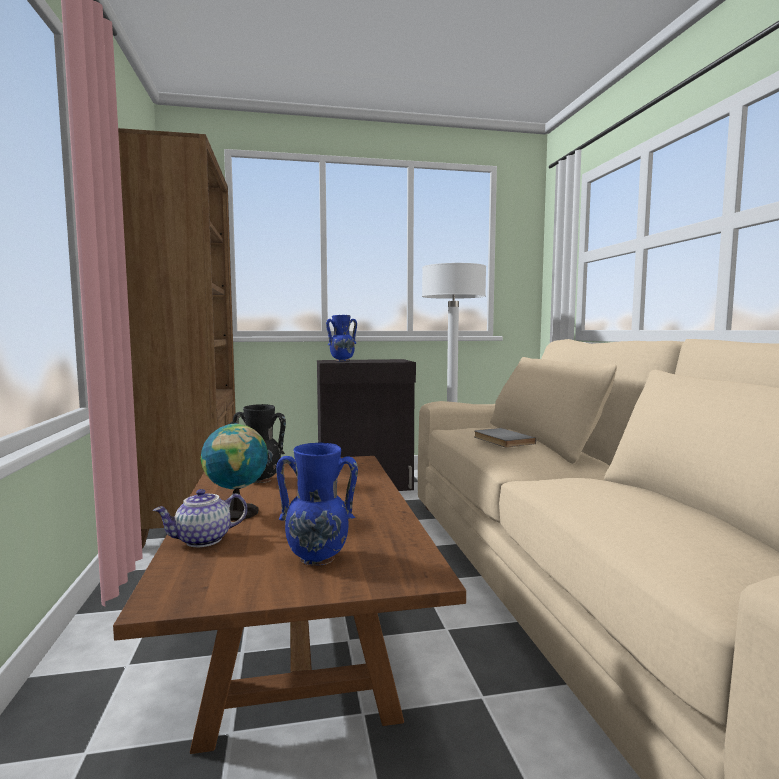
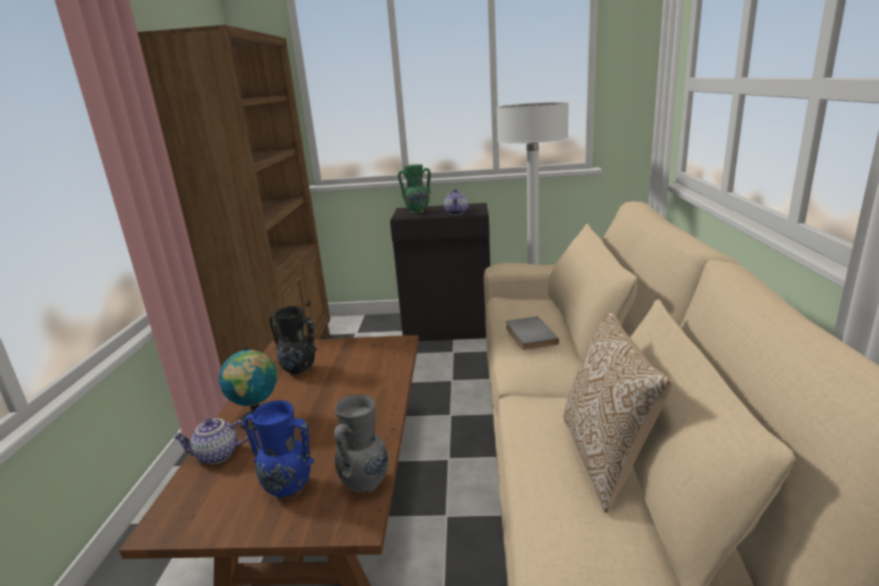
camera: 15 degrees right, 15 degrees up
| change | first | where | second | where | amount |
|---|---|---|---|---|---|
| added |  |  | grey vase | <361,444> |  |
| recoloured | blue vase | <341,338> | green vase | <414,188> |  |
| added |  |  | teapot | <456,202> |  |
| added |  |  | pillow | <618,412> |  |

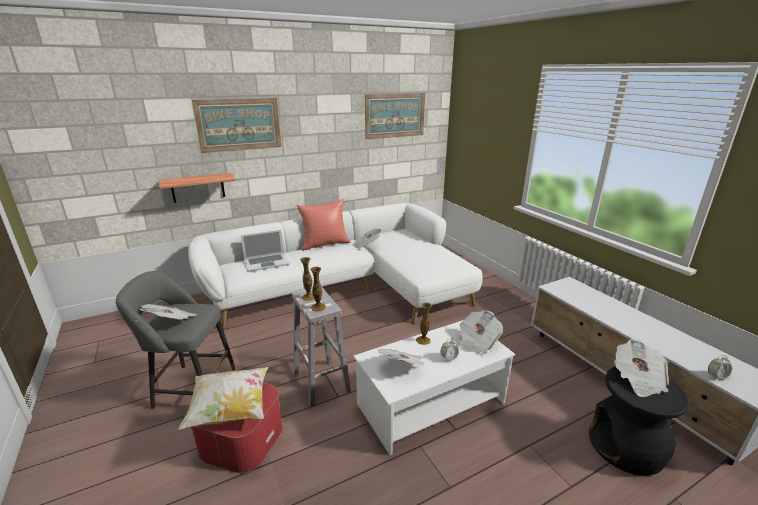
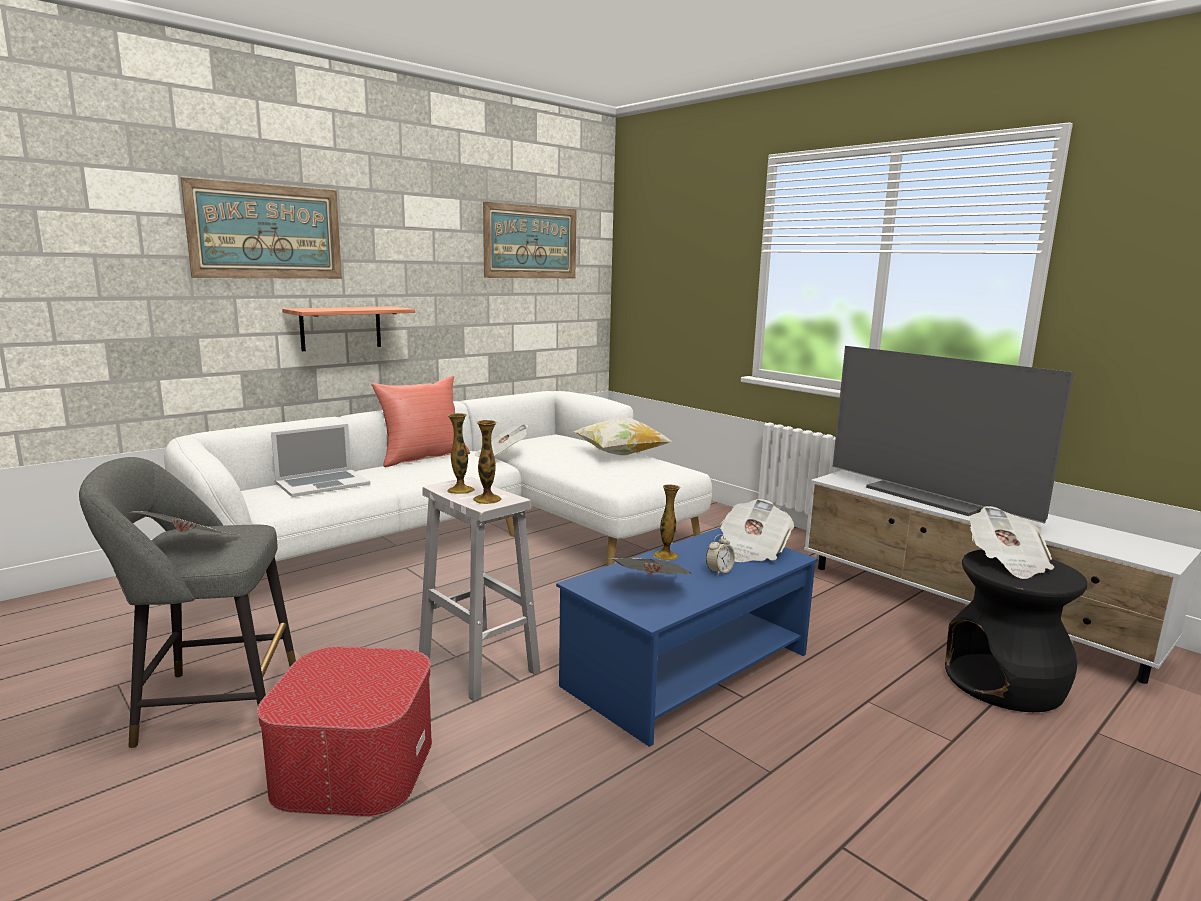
camera: 15 degrees left, 10 degrees down
| change | first | where | second | where | amount |
|---|---|---|---|---|---|
| moved | shelf | <197,188> |  | <348,328> |  |
| recoloured | white coffee table | <434,387> | blue coffee table | <687,637> |  |
| moved | pillow | <223,398> |  | <623,436> |  |
| added |  |  | television | <953,434> |  |
| removed | alarm clock | <720,367> |  |  |  |

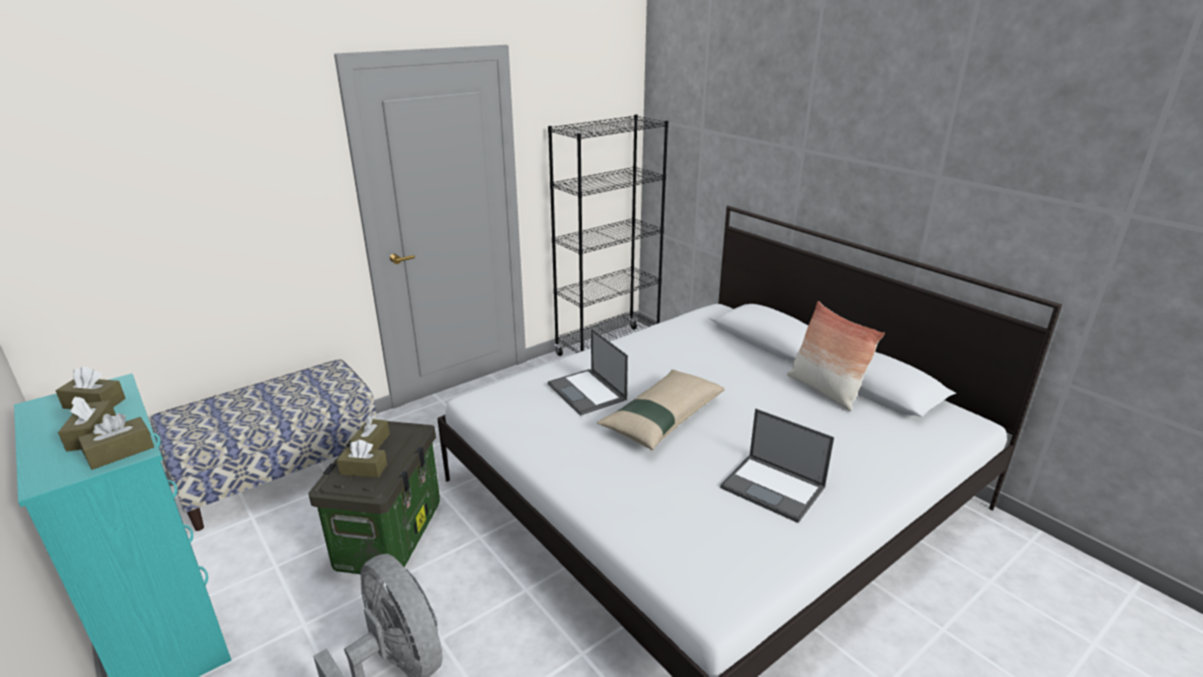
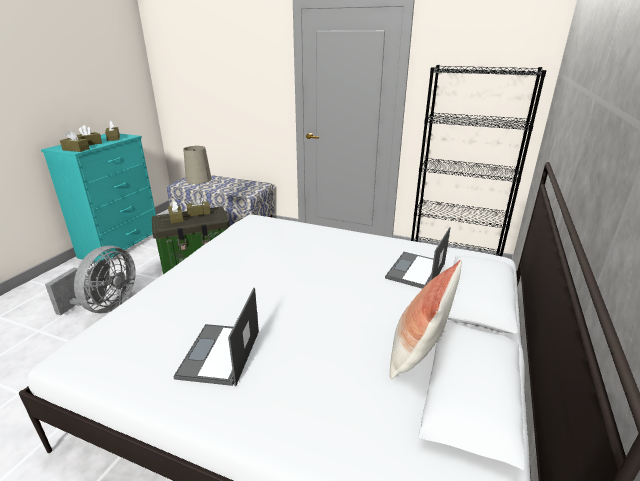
camera: 60 degrees right, 0 degrees up
| change | first | where | second | where | amount |
|---|---|---|---|---|---|
| added |  |  | beige table lamp | <197,179> |  |
| moved | laptop | <588,372> |  | <418,258> |  |
| removed | beige pillow | <661,410> |  |  |  |

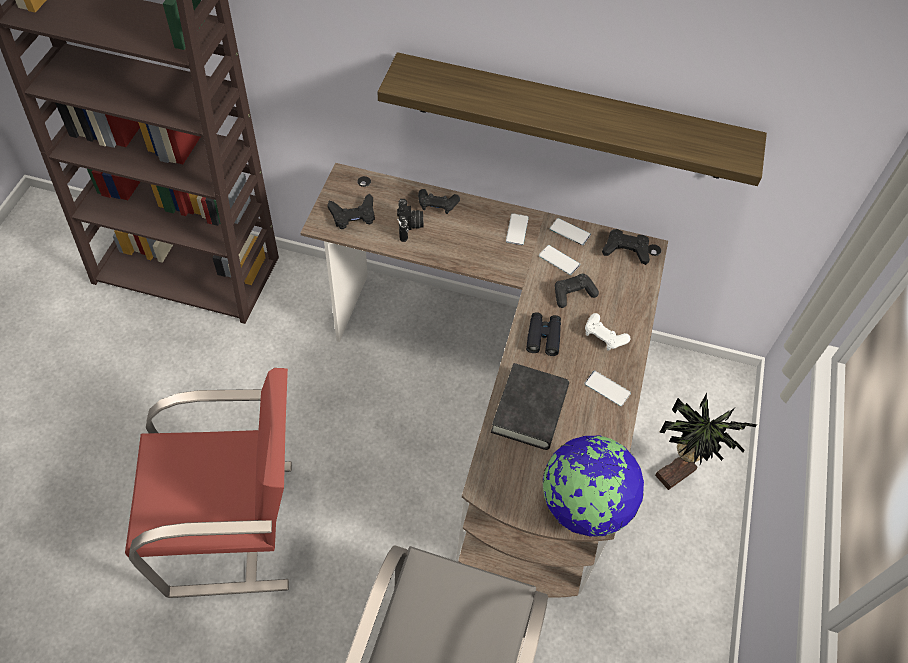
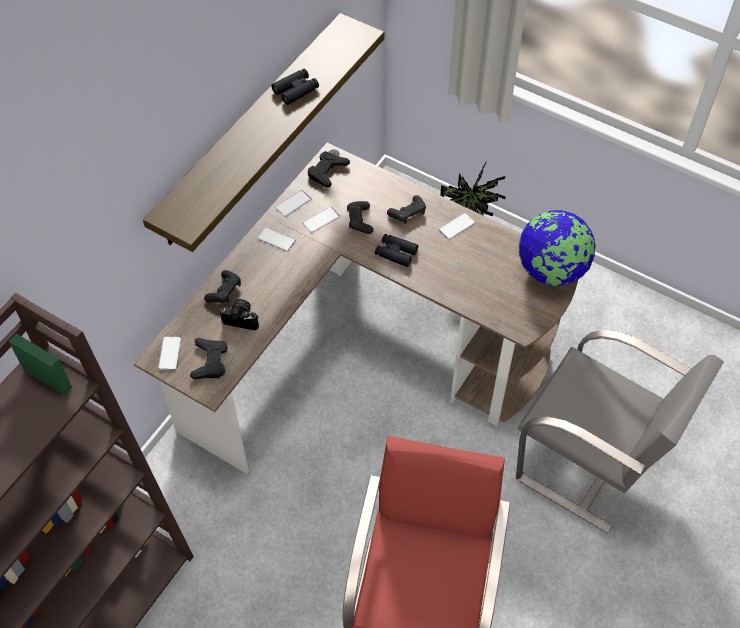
camera: 70 degrees left, 0 degrees up
| change | first | where | second | where | amount |
|---|---|---|---|---|---|
| added |  |  | phone | <169,353> |  |
| added |  |  | black binoculars | <295,87> |  |
| recoloured | white game controller | <607,331> | black game controller | <406,209> |  |
| removed | black book | <530,406> |  |  |  |

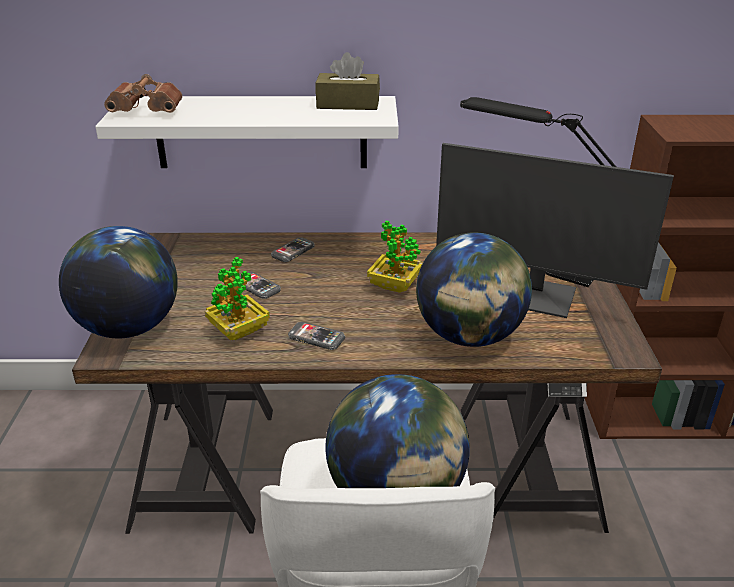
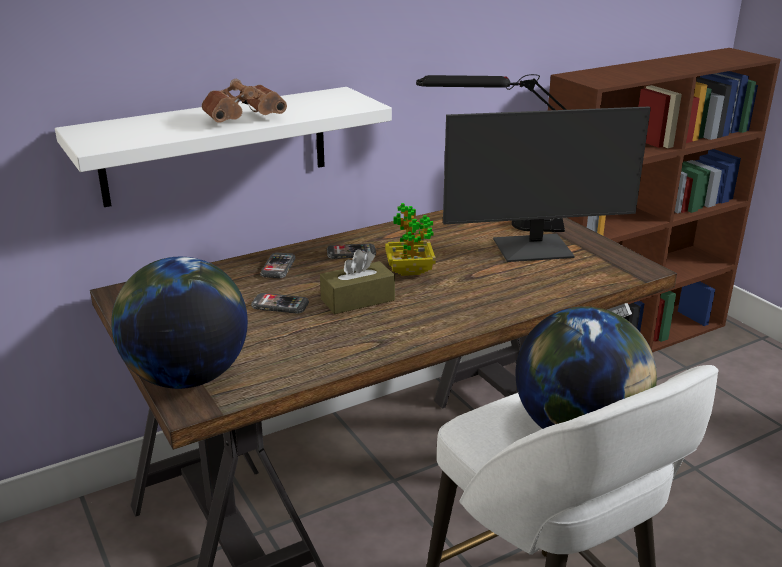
camera: 30 degrees left, 5 degrees down
| change | first | where | second | where | amount |
|---|---|---|---|---|---|
| moved | brown binoculars | <143,93> |  | <244,101> |  |
| moved | brown tissue box | <347,81> |  | <357,281> |  |
| moved | phone | <316,336> |  | <351,251> |  |
| removed | potted plant | <237,298> |  |  |  |
| removed | globe | <474,289> |  |  |  |

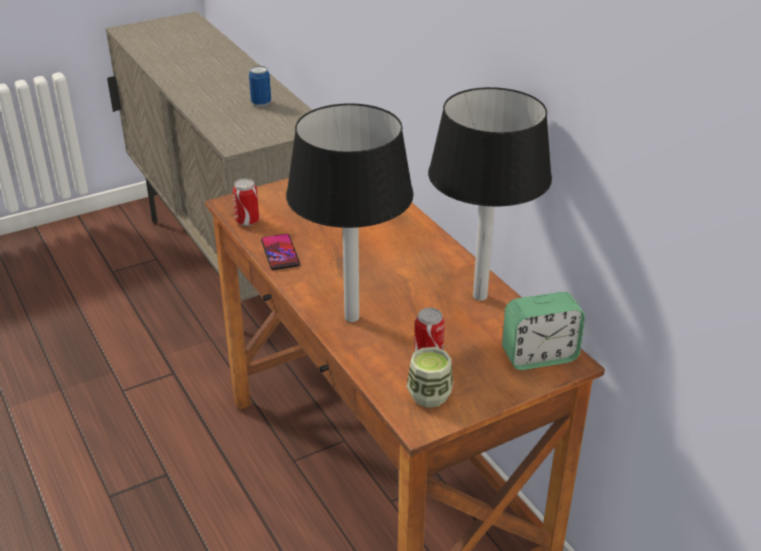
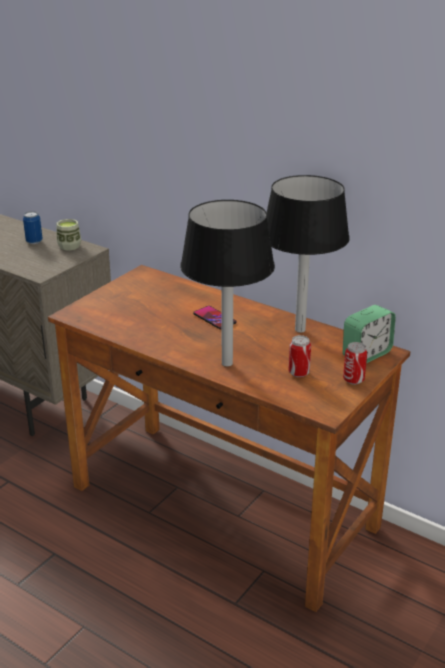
camera: 25 degrees left, 5 degrees down
| change | first | where | second | where | amount |
|---|---|---|---|---|---|
| moved | cup | <430,377> |  | <69,235> |  |
| moved | phone | <280,252> |  | <215,317> |  |
| moved | can | <246,202> |  | <355,363> |  |

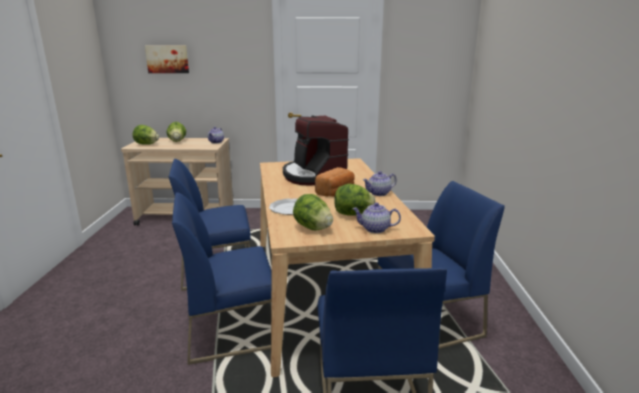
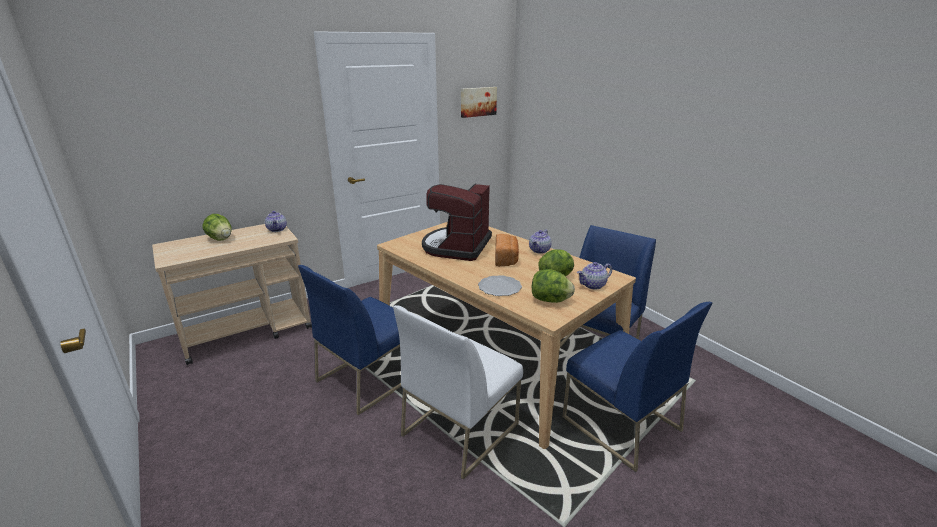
camera: 35 degrees left, 5 degrees up
| change | first | where | second | where | amount |
|---|---|---|---|---|---|
| recoloured | blue chair | <222,278> | white chair | <458,392> |  |
| turned | coffee machine | <316,150> |  | <457,222> | 75 degrees clockwise |
| moved | picture | <167,59> |  | <479,102> |  |
| removed | lettuce | <146,135> |  |  |  |

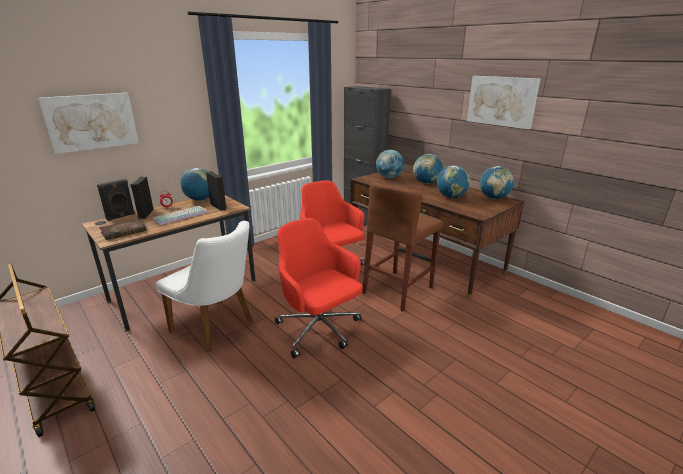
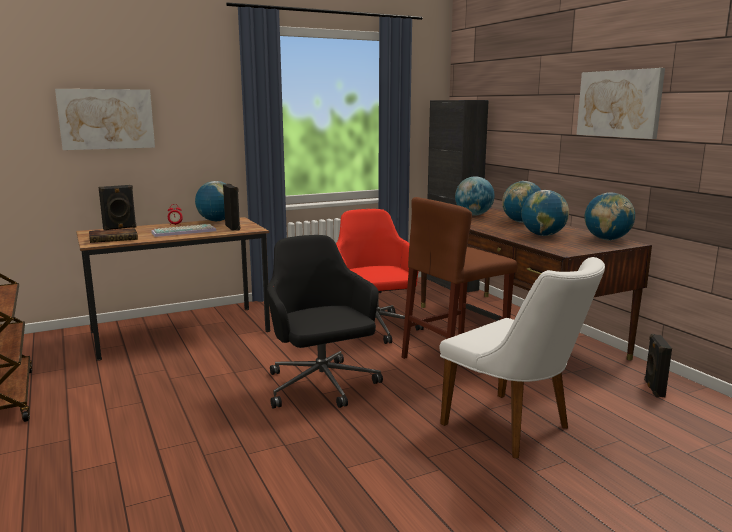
camera: 15 degrees right, 10 degrees down
| change | first | where | second | where | amount |
|---|---|---|---|---|---|
| recoloured | red office chair | <319,288> | black office chair | <325,321> |  |
| moved | white chair | <204,286> |  | <522,357> |  |
| moved | black speaker | <142,198> |  | <658,366> |  |

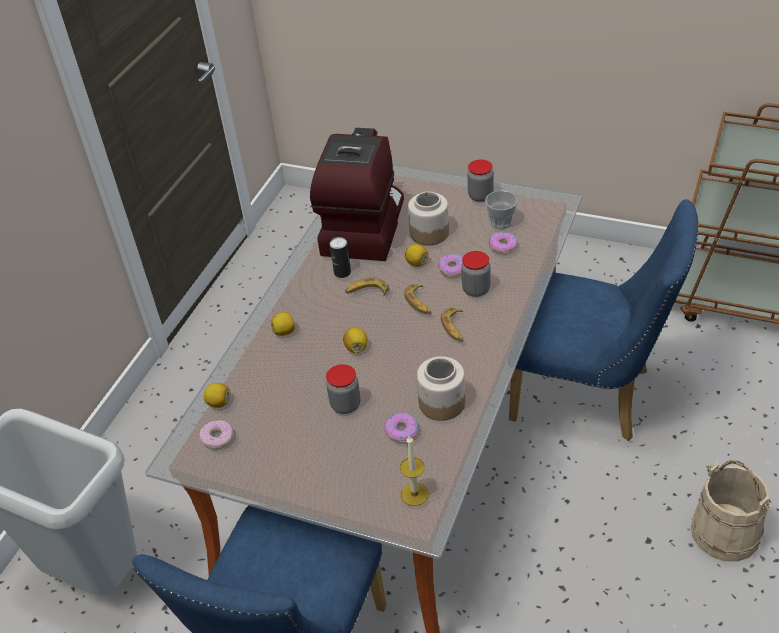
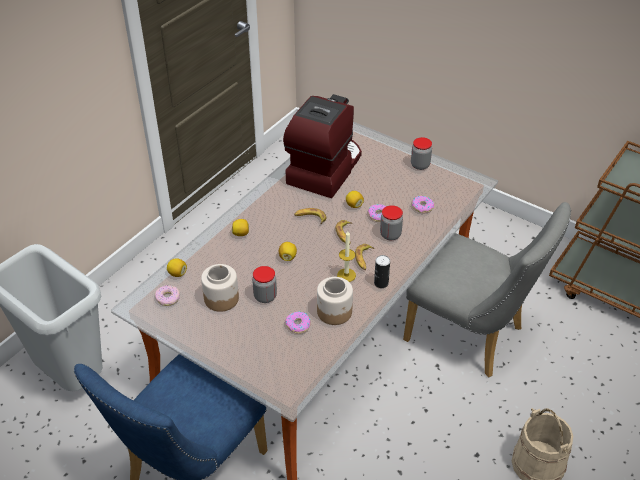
camera: 10 degrees right, 0 degrees up
| change | first | where | second | where | amount |
|---|---|---|---|---|---|
| moved | jar | <428,218> |  | <220,288> |  |
| moved | candle | <414,471> |  | <346,256> |  |
| moved | can | <340,257> |  | <382,271> |  |
| recoloured | blue chair | <604,320> | grey chair | <487,289> |  |
| removed | cup | <501,210> |  |  |  |

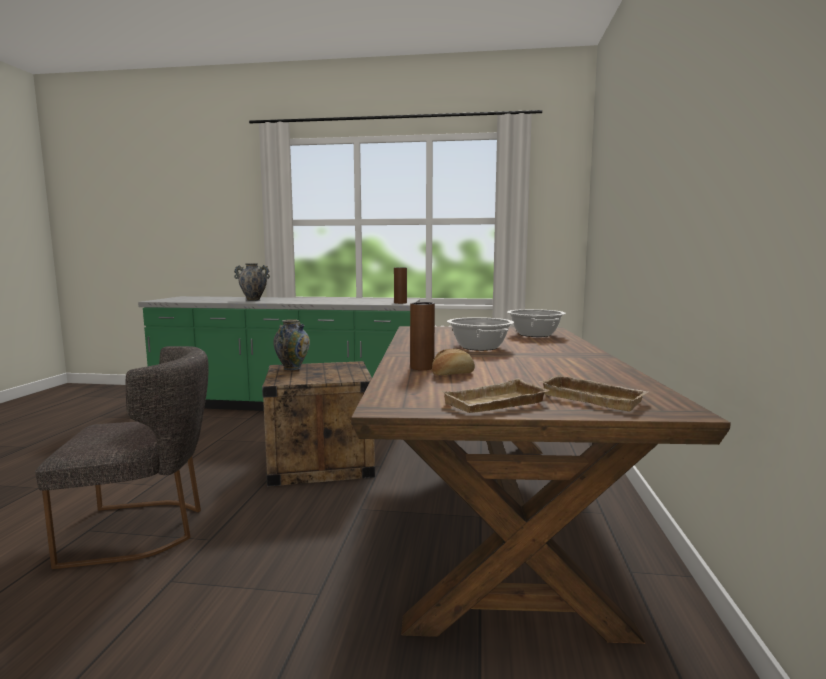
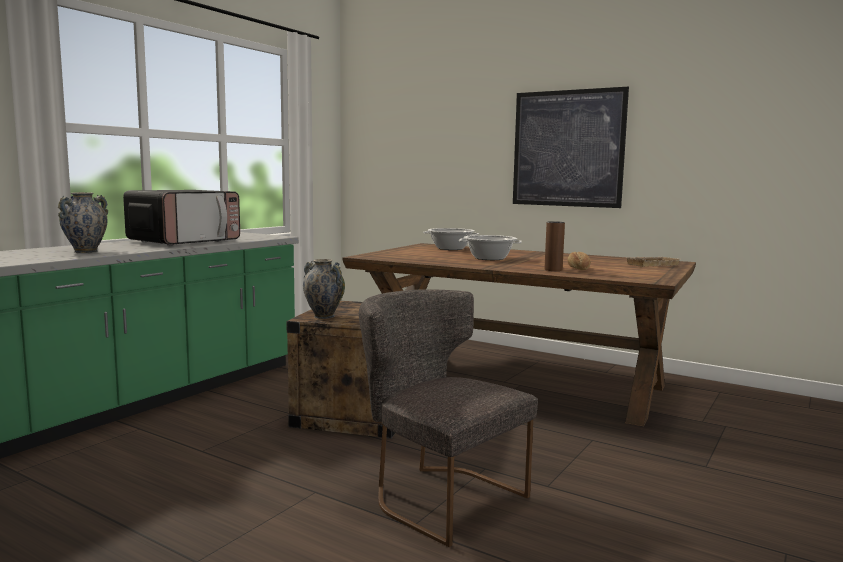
camera: 65 degrees left, 0 degrees up
| change | first | where | second | where | amount |
|---|---|---|---|---|---|
| added |  |  | microwave | <181,218> |  |
| turned | grey chair | <122,457> |  | <448,418> | 60 degrees counterclockwise |
| added |  |  | picture | <571,147> |  |
| removed | brown vase | <400,285> |  |  |  |
| removed | beige tray | <495,395> |  |  |  |

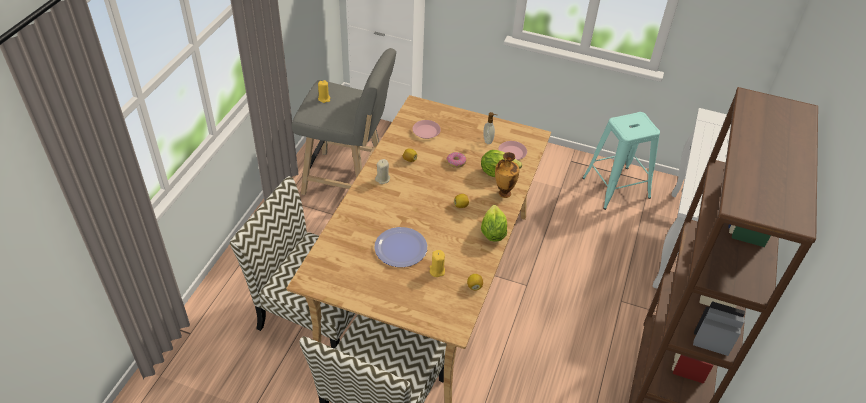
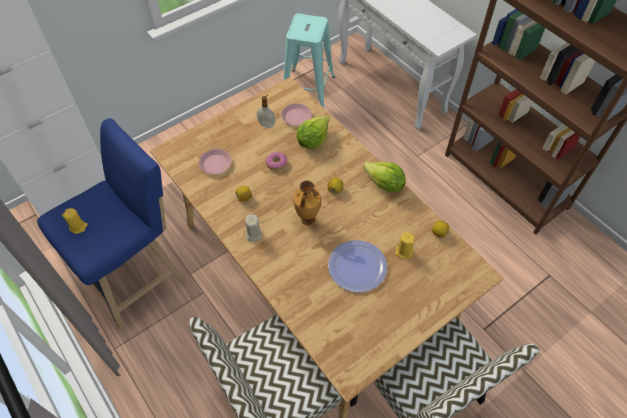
camera: 55 degrees left, 10 degrees up
| change | first | where | second | where | amount |
|---|---|---|---|---|---|
| recoloured | grey stool | <344,121> | blue stool | <111,224> |  |
| moved | vase | <507,175> |  | <307,203> |  |

